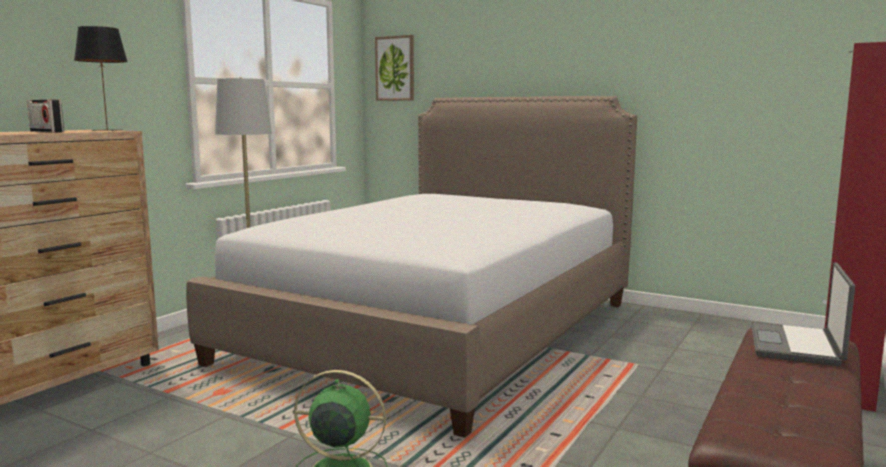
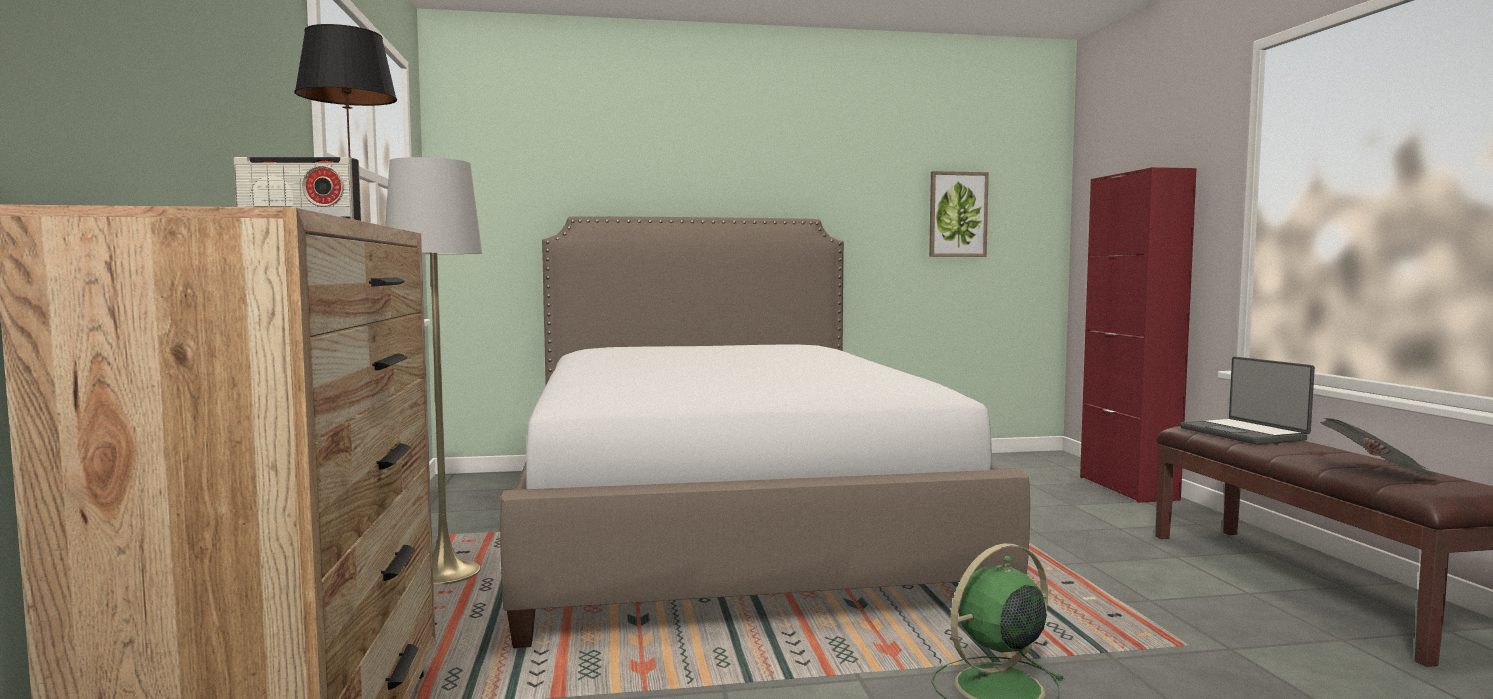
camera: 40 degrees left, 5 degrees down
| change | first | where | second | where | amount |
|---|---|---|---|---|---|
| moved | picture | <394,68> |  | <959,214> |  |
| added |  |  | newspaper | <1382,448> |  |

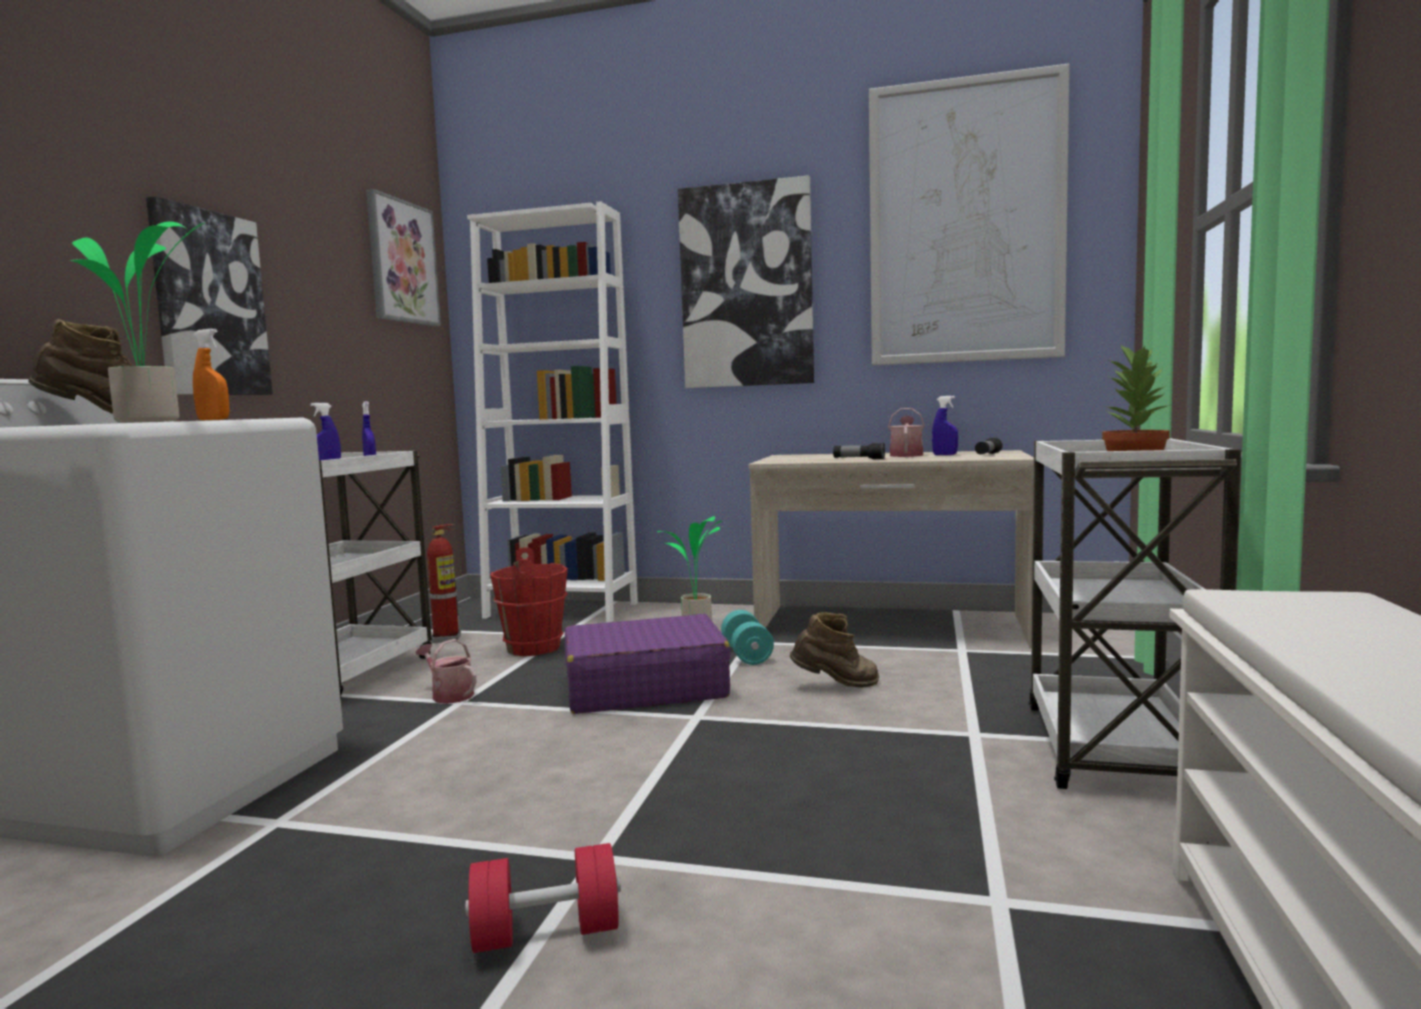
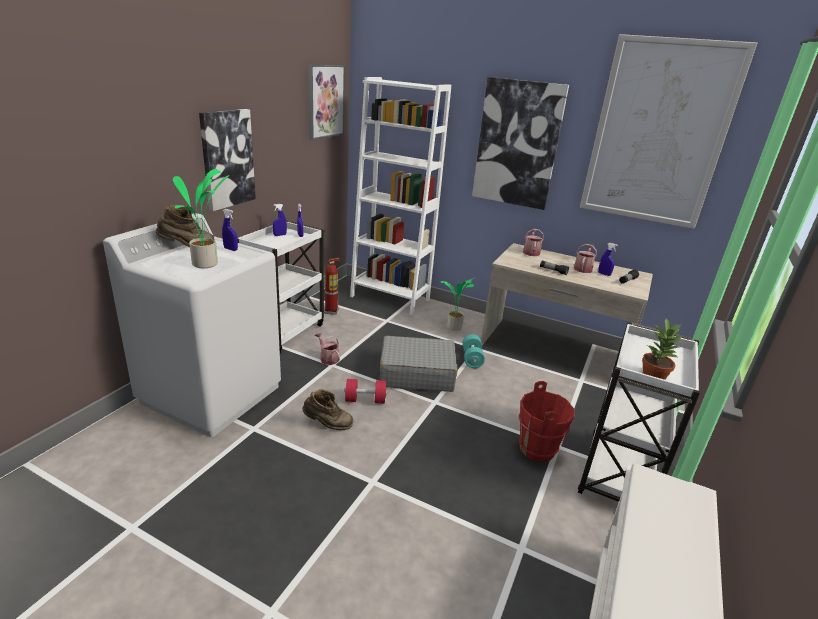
camera: 10 degrees right, 20 degrees up
| change | first | where | second | where | amount |
|---|---|---|---|---|---|
| recoloured | orange spray bottle | <211,374> | blue spray bottle | <230,230> |  |
| moved | brown boot | <834,650> |  | <328,409> |  |
| moved | red dumbbell | <543,898> |  | <366,391> |  |
| recoloured | purple suitcase | <647,664> | grey suitcase | <418,364> |  |
| moved | red bucket | <529,601> |  | <546,421> |  |
| added |  |  | watering can | <533,242> |  |

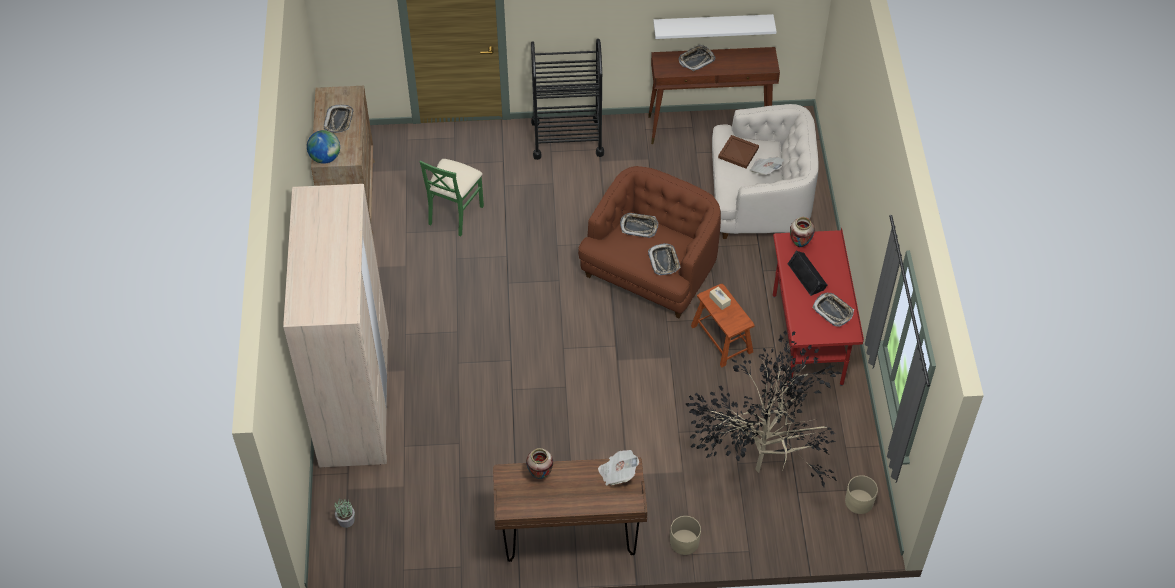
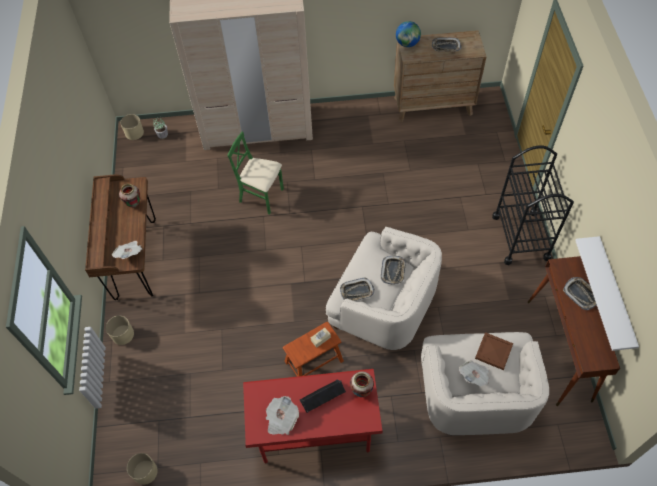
camera: 90 degrees right, 5 degrees up
| change | first | where | second | where | amount |
|---|---|---|---|---|---|
| added |  |  | beige planter | <132,127> |  |
| moved | green chair | <452,197> |  | <255,173> |  |
| replaced | tray | <833,310> | newspaper | <282,415> |  |
| recoloured | brown armchair | <649,242> | white armchair | <384,288> |  |
| removed | potted plant | <764,409> |  |  |  |

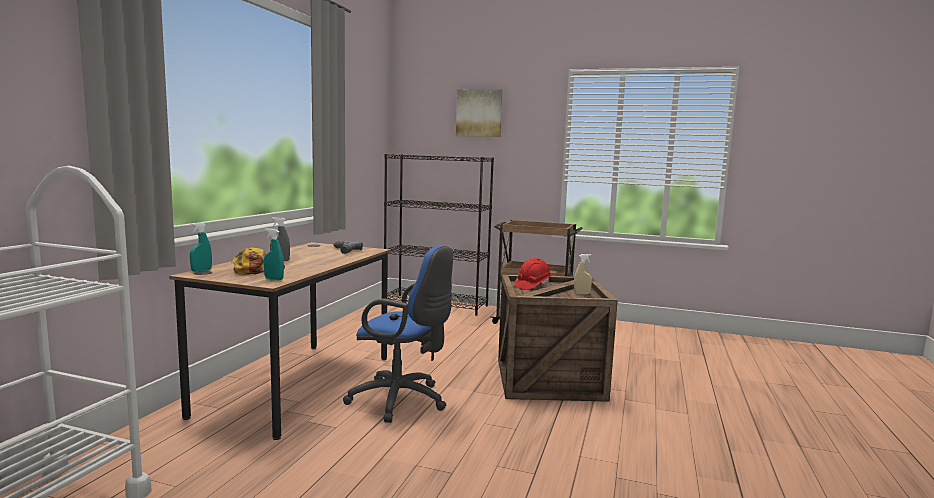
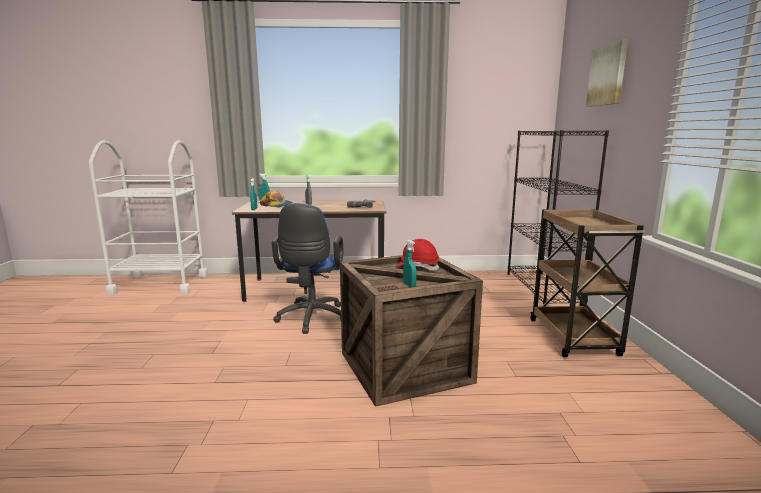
camera: 70 degrees right, 5 degrees up
| change | first | where | second | where | amount |
|---|---|---|---|---|---|
| recoloured | beige spray bottle | <583,274> | turquoise spray bottle | <410,264> |  |

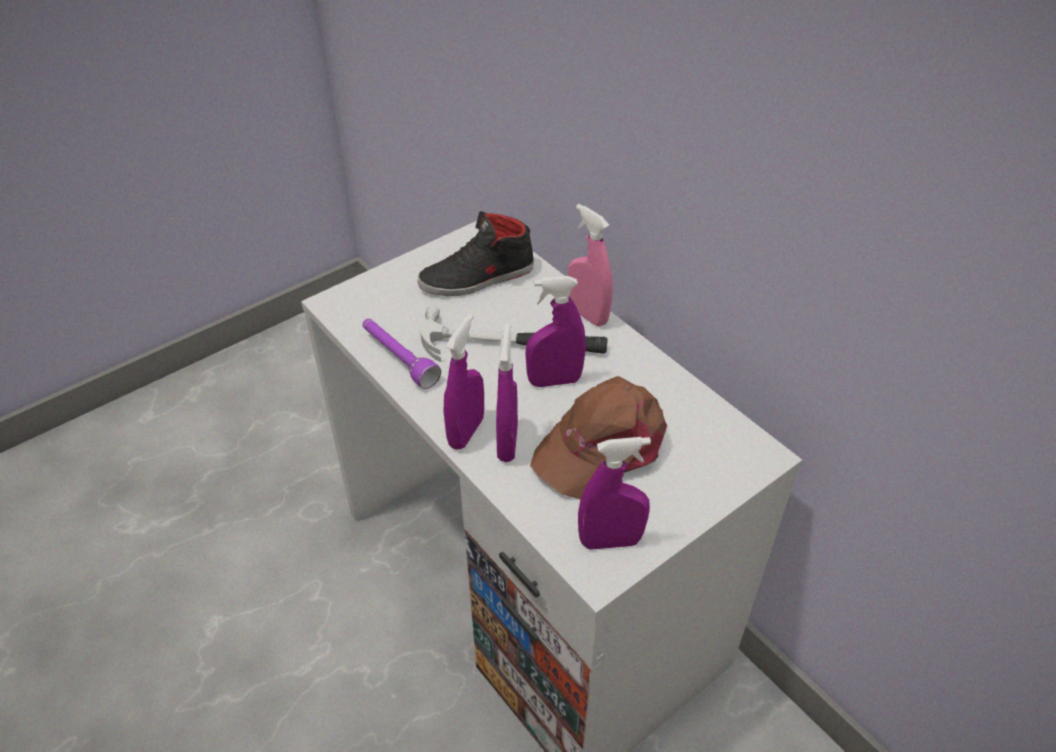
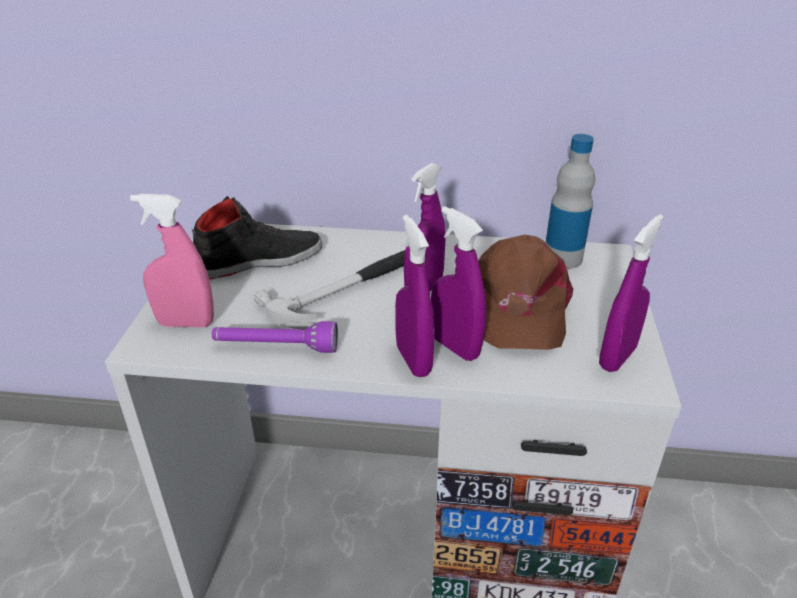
camera: 45 degrees left, 10 degrees down
| change | first | where | second | where | amount |
|---|---|---|---|---|---|
| moved | pink spray bottle | <590,265> |  | <172,260> |  |
| turned | black shoe | <476,253> |  | <257,237> | 135 degrees counterclockwise |
| added |  |  | bottle | <570,201> |  |

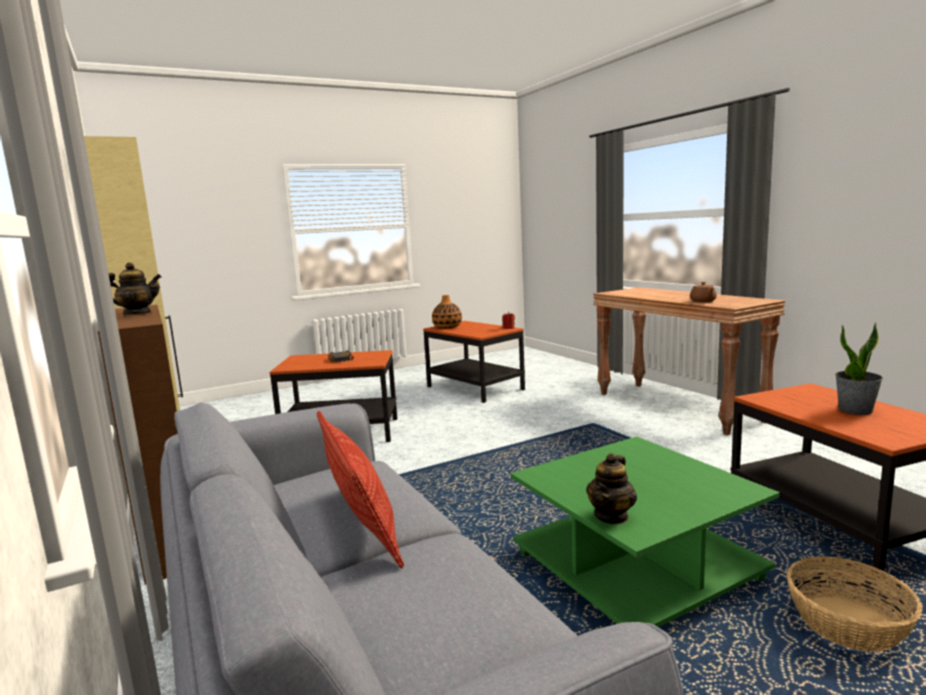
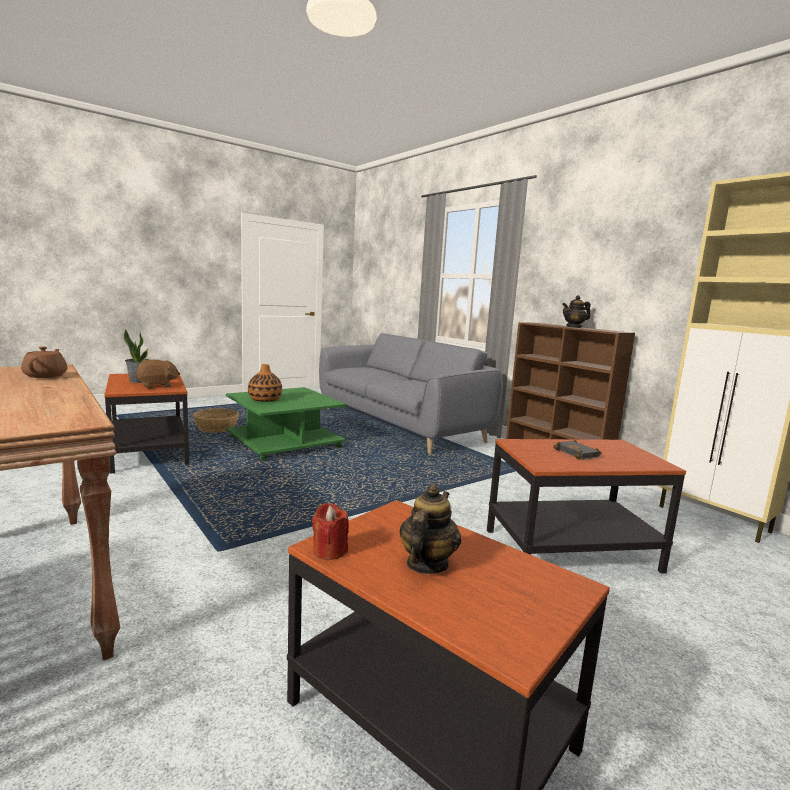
camera: 170 degrees right, 0 degrees up
| change | first | where | second | where | amount |
|---|---|---|---|---|---|
| added |  |  | brown plush toy | <158,374> |  |
| moved | vase | <447,312> |  | <265,383> |  |
| moved | teapot | <611,489> |  | <430,529> |  |
| removed | pillow | <360,489> |  |  |  |

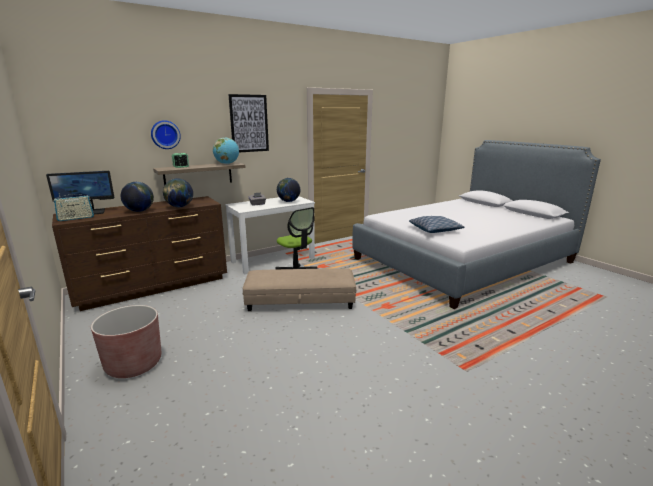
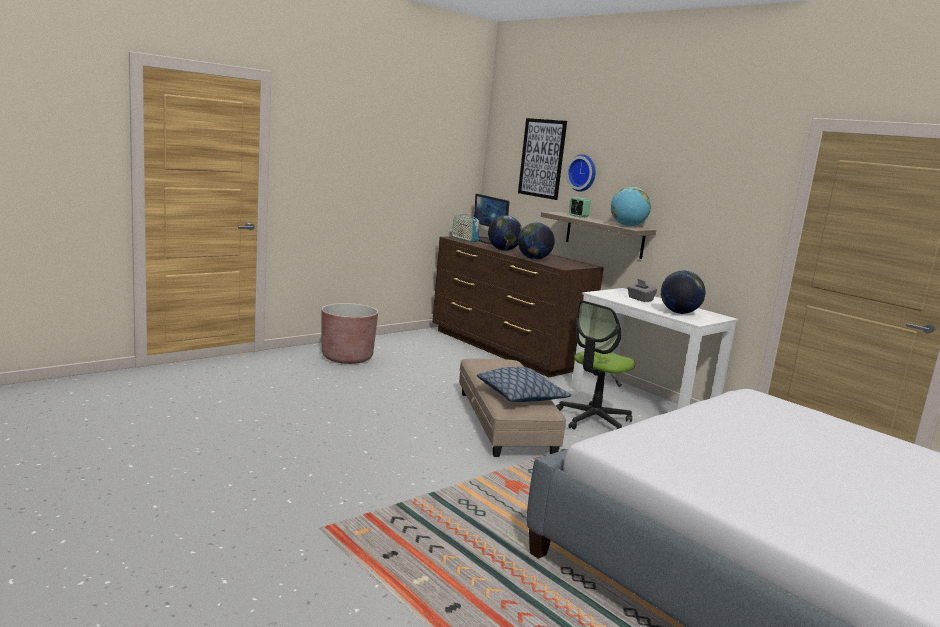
camera: 80 degrees right, 5 degrees down
| change | first | where | second | where | amount |
|---|---|---|---|---|---|
| moved | pillow | <436,224> |  | <524,384> |  |
| moved | picture | <248,123> |  | <542,159> |  |

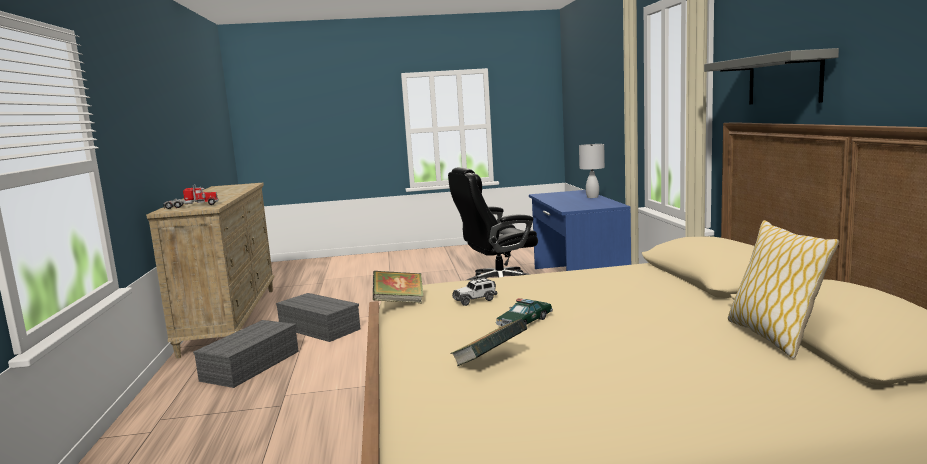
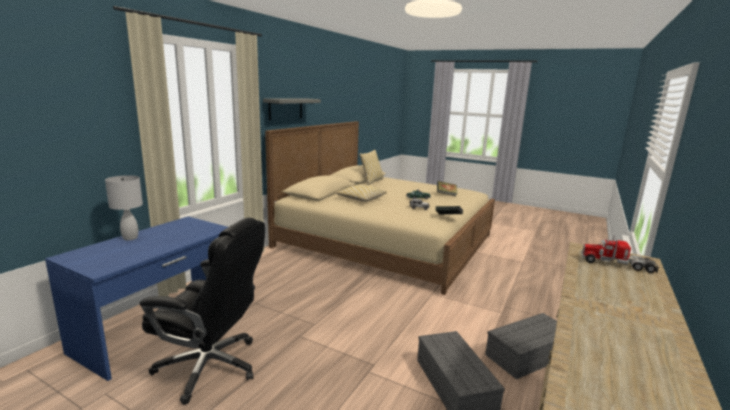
camera: 145 degrees left, 5 degrees up
| change | first | where | second | where | amount |
|---|---|---|---|---|---|
| added |  |  | pillow | <361,193> |  |

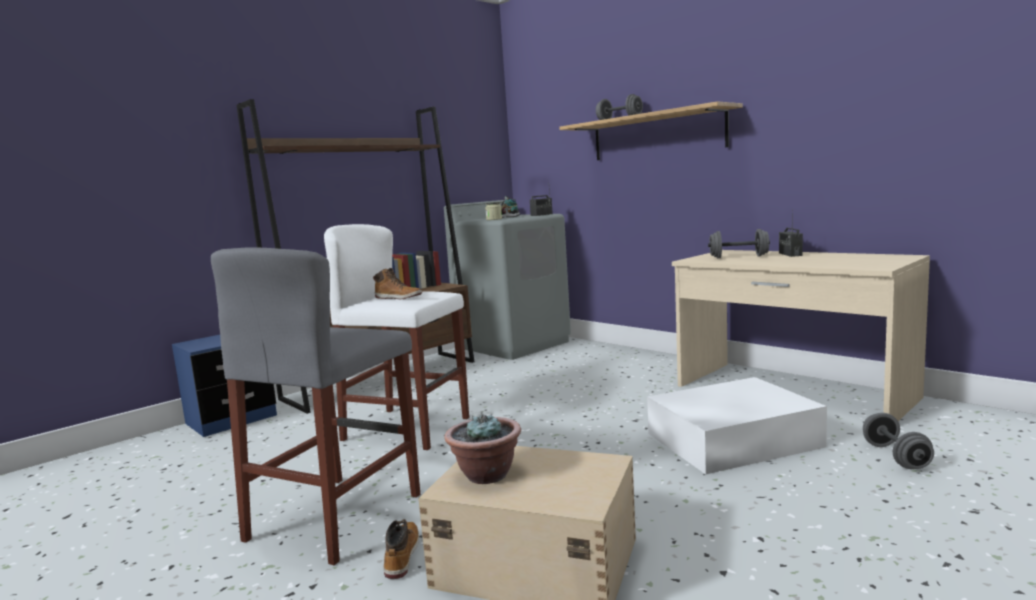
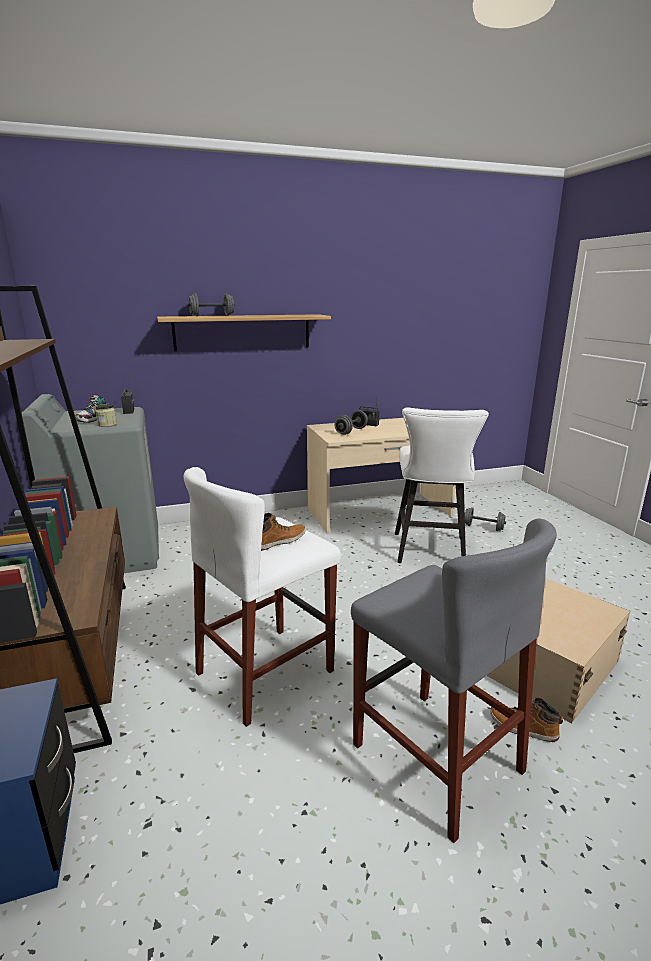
camera: 65 degrees left, 10 degrees up
| change | first | where | second | where | amount |
|---|---|---|---|---|---|
| replaced | white storage box | <737,425> | white stool | <442,485> |  |
| removed | potted plant | <482,448> |  |  |  |

